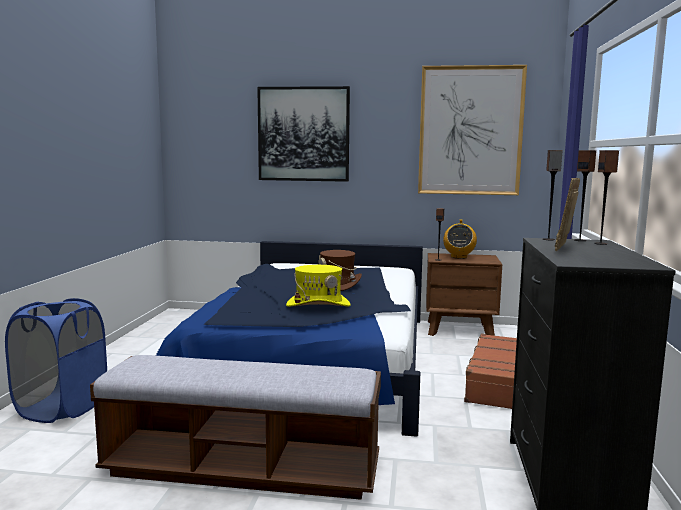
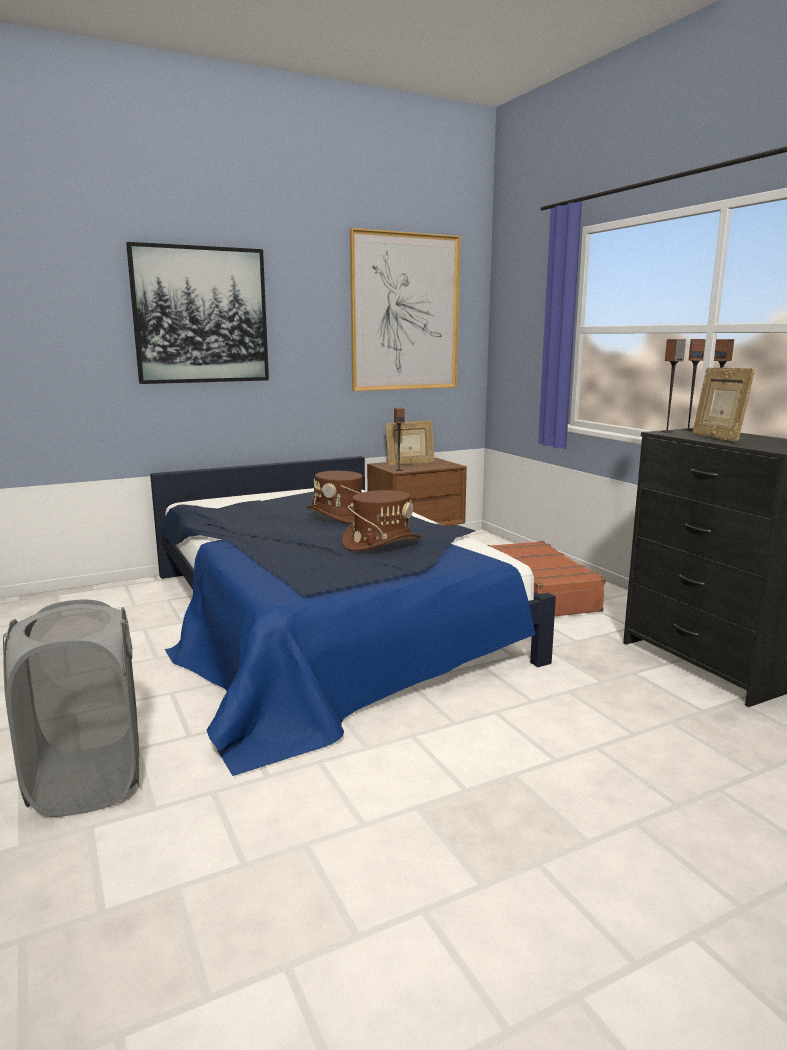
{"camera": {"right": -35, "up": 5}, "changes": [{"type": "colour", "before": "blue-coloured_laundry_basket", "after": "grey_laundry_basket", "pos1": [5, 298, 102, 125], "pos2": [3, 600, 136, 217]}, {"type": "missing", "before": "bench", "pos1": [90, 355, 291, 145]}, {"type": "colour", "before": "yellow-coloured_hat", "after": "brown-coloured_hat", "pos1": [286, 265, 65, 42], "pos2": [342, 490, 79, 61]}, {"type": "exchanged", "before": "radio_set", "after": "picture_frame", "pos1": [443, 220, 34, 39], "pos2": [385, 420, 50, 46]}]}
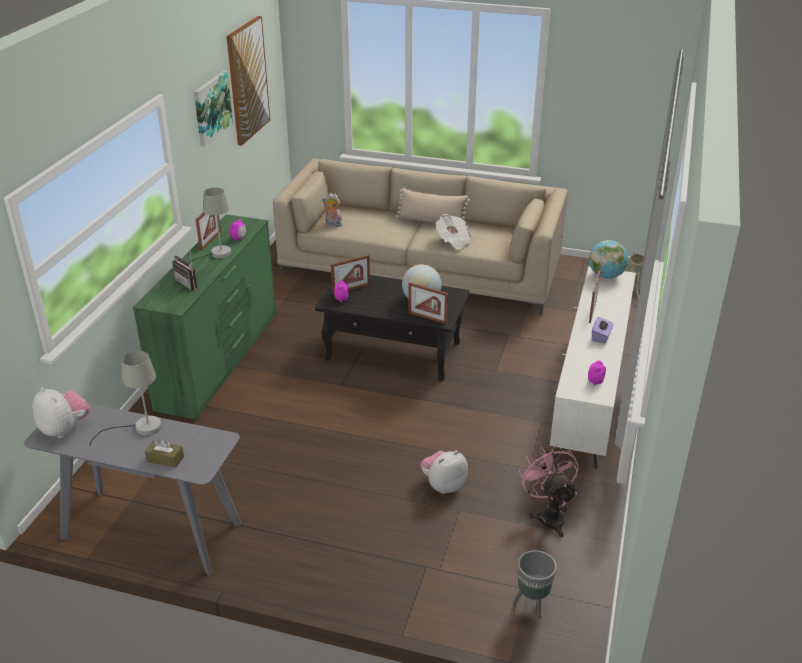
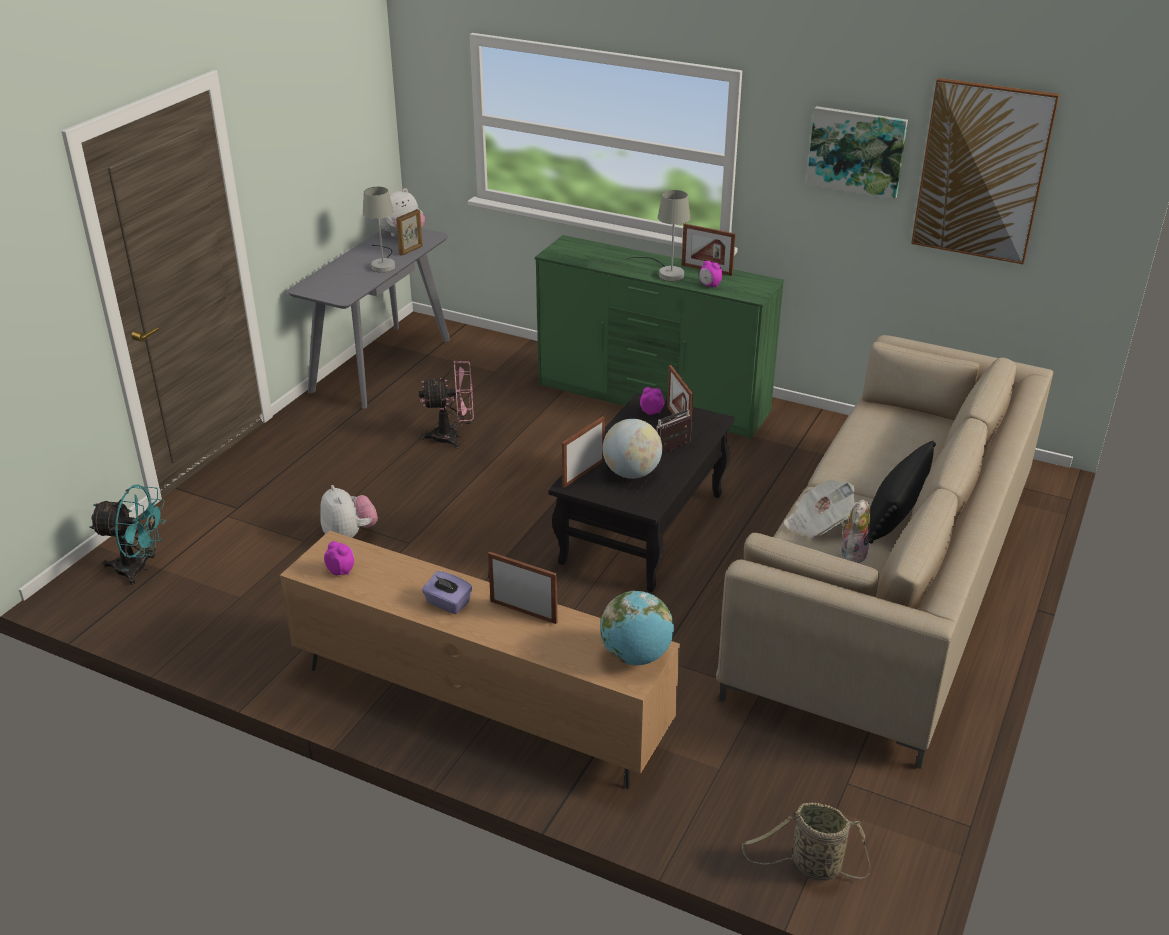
{"camera": {"right": 100, "up": 0}, "changes": [{"type": "missing", "before": "brown-coloured_tissue_holder", "pos1": [145, 439, 39, 29]}, {"type": "relocated", "before": "radio_set", "pos1": [172, 251, 25, 39], "pos2": [655, 409, 37, 44]}, {"type": "relocated", "before": "cuddly_toy", "pos1": [322, 193, 23, 34], "pos2": [841, 499, 30, 64]}, {"type": "colour", "before": "beige_throw_pillow", "after": "blackish_throw_pillow", "pos1": [396, 187, 74, 36], "pos2": [869, 441, 67, 103]}, {"type": "exchanged", "before": "grey_plant_pot", "after": "turquoise_fan", "pos1": [514, 550, 43, 69], "pos2": [89, 485, 77, 100]}, {"type": "relocated", "before": "pinkish_fan", "pos1": [519, 444, 59, 94], "pos2": [419, 360, 55, 88]}, {"type": "colour", "before": "white-coloured_tv_stand", "after": "brown-coloured_tv_stand", "pos1": [550, 266, 86, 203], "pos2": [280, 530, 400, 259]}, {"type": "appeared", "after": "picture_frame", "pos2": [396, 209, 27, 47]}]}
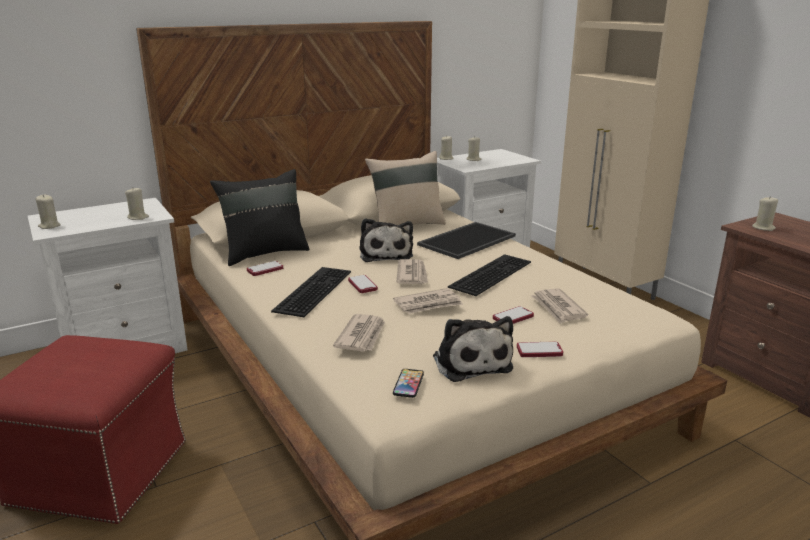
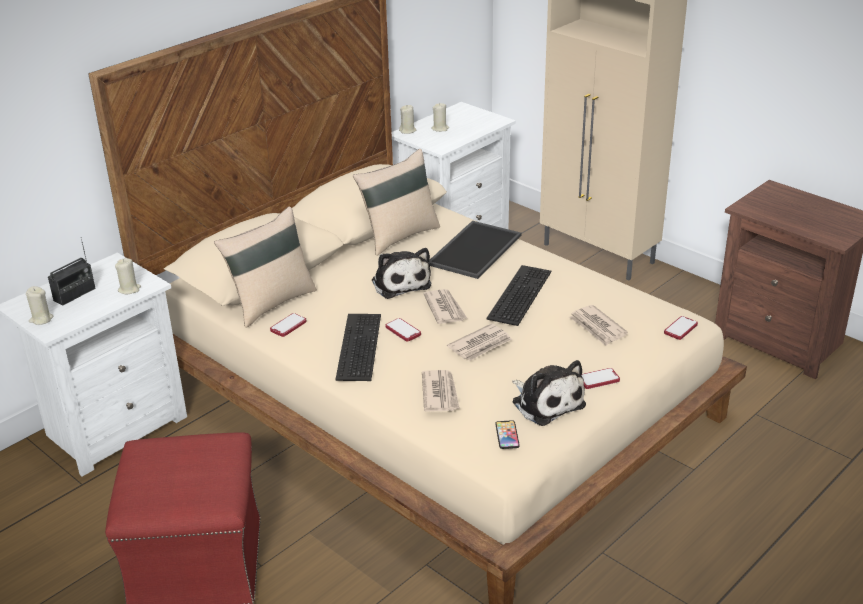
{"camera": {"right": -15, "up": 10}, "changes": [{"type": "colour", "before": "blackish_throw_pillow", "after": "beige_throw_pillow", "pos1": [210, 169, 100, 97], "pos2": [214, 207, 103, 121]}, {"type": "relocated", "before": "phone", "pos1": [493, 306, 41, 18], "pos2": [664, 316, 34, 24]}, {"type": "missing", "before": "beige_wax_candle", "pos1": [752, 196, 26, 35]}, {"type": "appeared", "after": "radio_set", "pos2": [48, 237, 48, 69]}]}
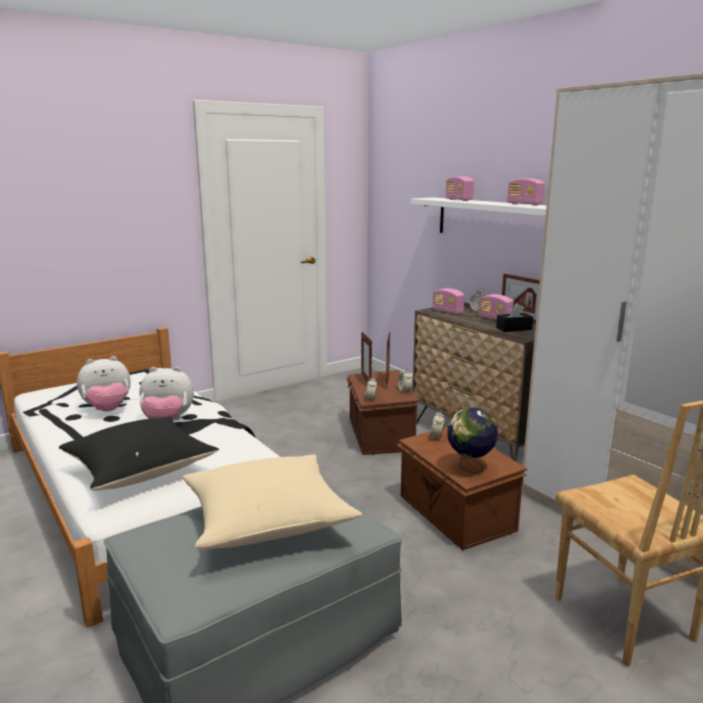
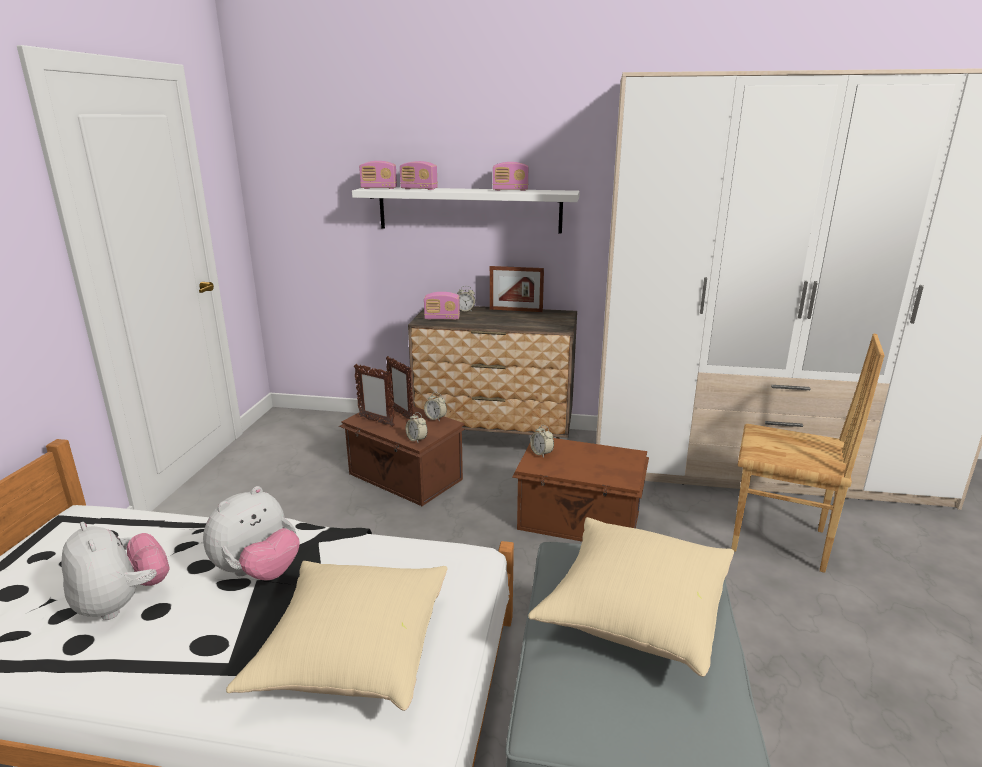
{"camera": {"right": -45, "up": 5}, "changes": [{"type": "colour", "before": "blackish_throw_pillow", "after": "beige_throw_pillow", "pos1": [59, 417, 160, 74], "pos2": [226, 561, 222, 150]}, {"type": "spun", "before": "cuddly_toy", "pos1": [77, 356, 54, 56], "pos2": [62, 522, 108, 98], "turn": -60}, {"type": "missing", "before": "desk_globe", "pos1": [447, 408, 51, 65]}, {"type": "relocated", "before": "radio_set", "pos1": [479, 294, 35, 26], "pos2": [359, 161, 38, 28]}, {"type": "missing", "before": "blackish_tissue_holder", "pos1": [496, 303, 37, 29]}]}
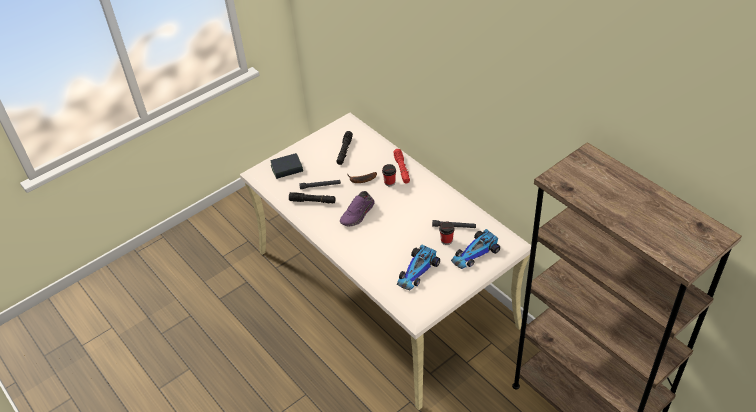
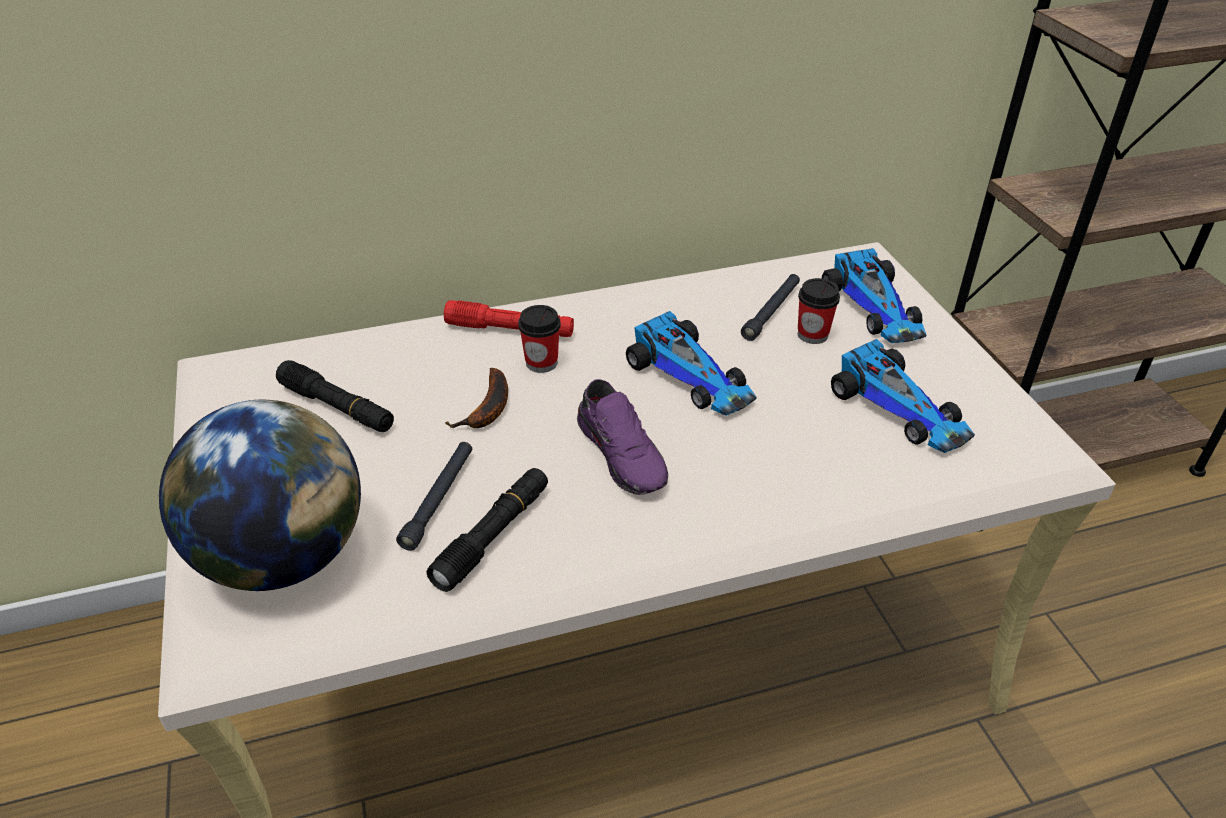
{"camera": {"right": -70, "up": -5}, "changes": [{"type": "exchanged", "before": "bound_book", "after": "desk_globe", "pos1": [270, 153, 33, 26], "pos2": [159, 400, 202, 191]}, {"type": "appeared", "after": "toy_car", "pos2": [626, 311, 131, 105]}]}
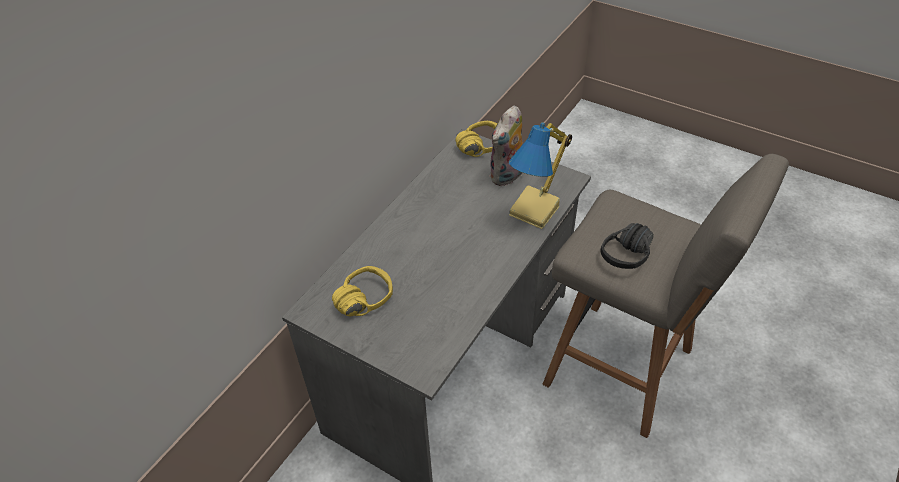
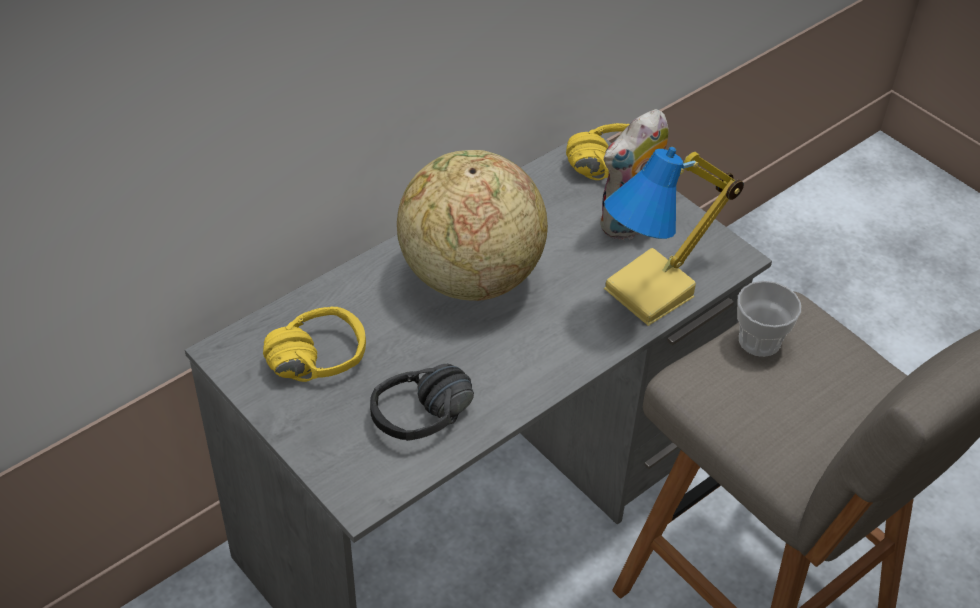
{"camera": {"right": 15, "up": 0}, "changes": [{"type": "relocated", "before": "blackish_pair_of_headphones", "pos1": [601, 223, 53, 46], "pos2": [370, 364, 104, 77]}, {"type": "appeared", "after": "desk_globe", "pos2": [397, 150, 151, 151]}, {"type": "appeared", "after": "small_cup", "pos2": [737, 281, 64, 76]}]}
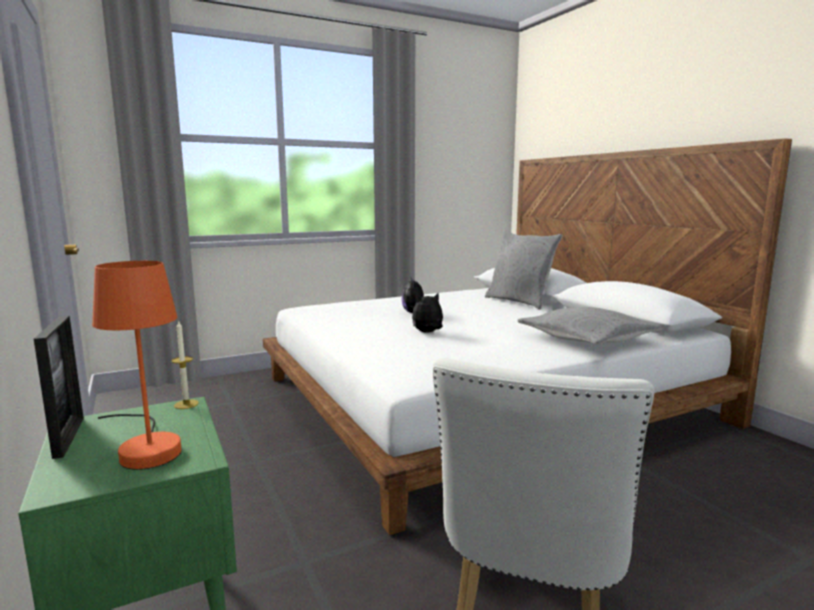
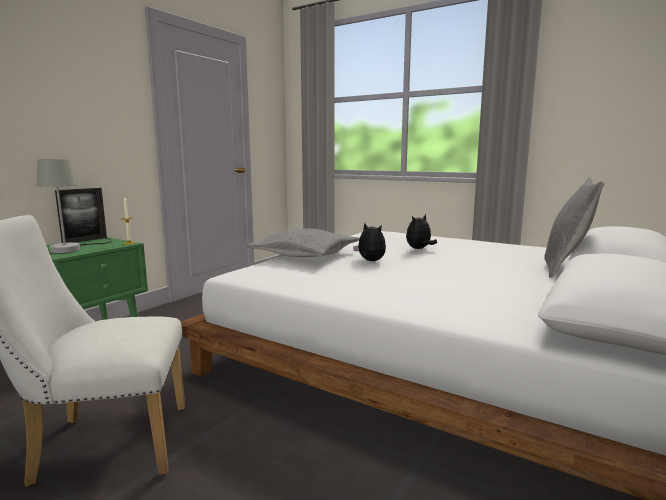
{"camera": {"right": 60, "up": 0}, "changes": [{"type": "colour", "before": "orange-coloured_tabletop_lamp", "after": "grey_tabletop_lamp", "pos1": [92, 261, 89, 209], "pos2": [36, 159, 76, 94]}, {"type": "relocated", "before": "grey_throw_pillow", "pos1": [517, 307, 146, 38], "pos2": [246, 228, 114, 29]}]}
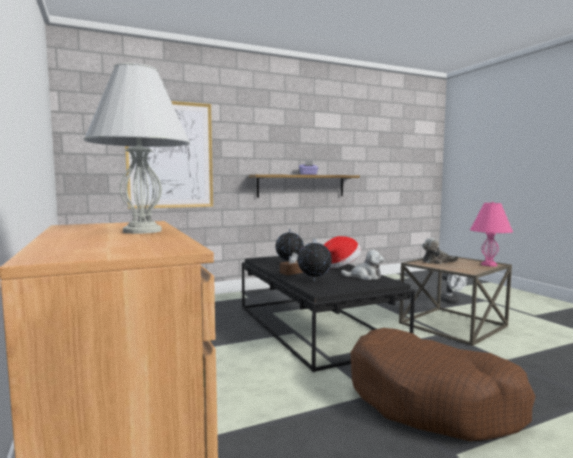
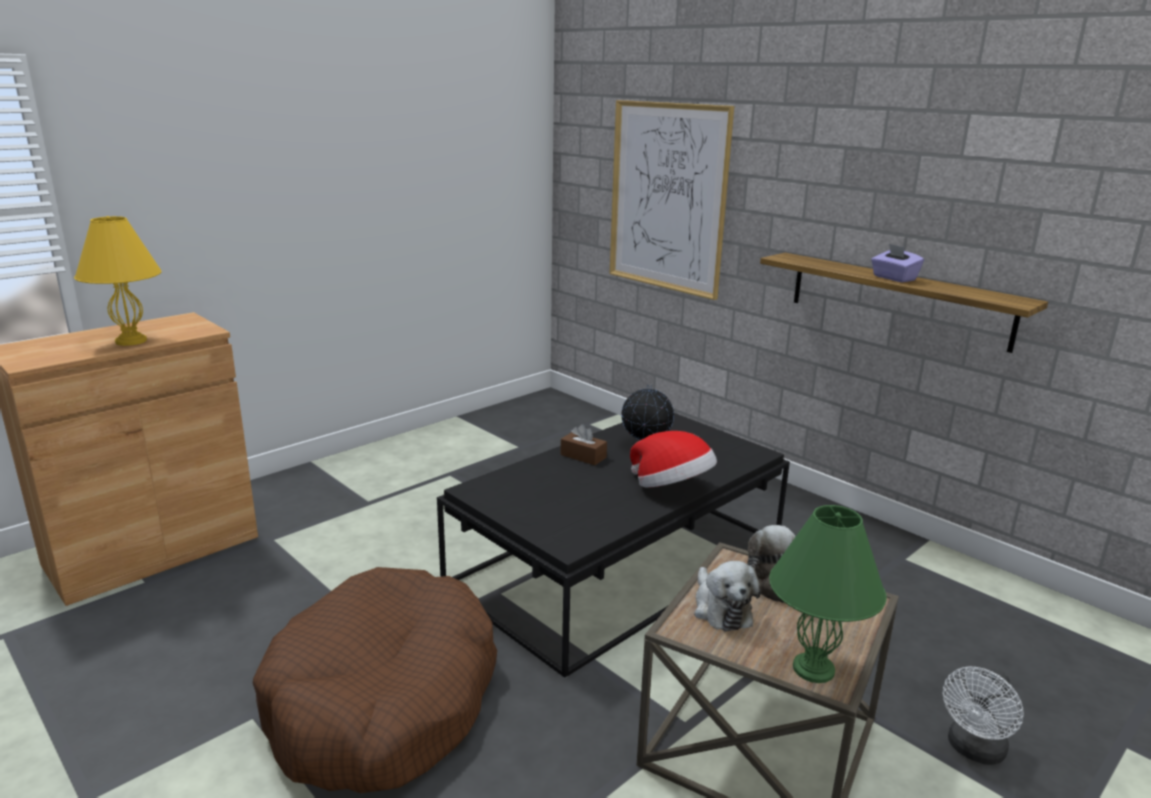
{"camera": {"right": 70, "up": 15}, "changes": [{"type": "colour", "before": "white-coloured_tabletop_lamp", "after": "yellow-coloured_tabletop_lamp", "pos1": [83, 63, 107, 171], "pos2": [74, 216, 88, 130]}, {"type": "missing", "before": "desk_globe", "pos1": [298, 239, 34, 41]}, {"type": "relocated", "before": "cuddly_toy", "pos1": [341, 250, 43, 30], "pos2": [694, 561, 67, 71]}, {"type": "colour", "before": "pinkish_tabletop_lamp", "after": "green_tabletop_lamp", "pos1": [470, 202, 43, 65], "pos2": [769, 505, 118, 178]}]}
